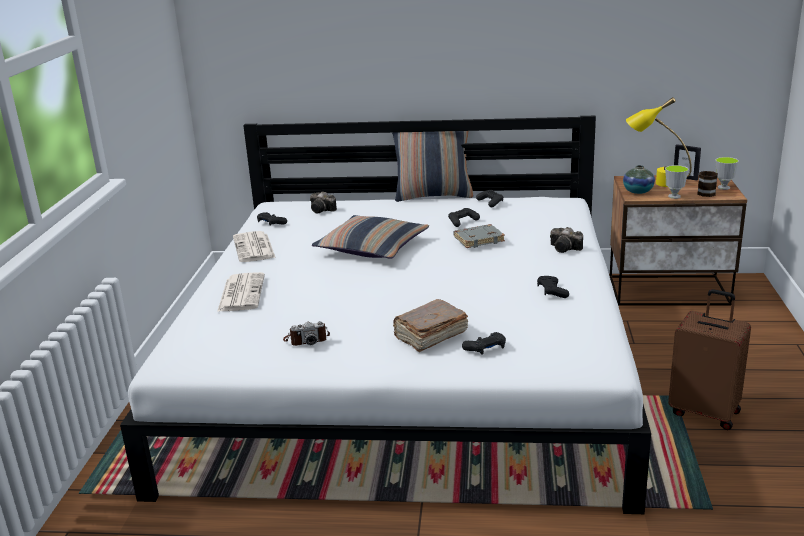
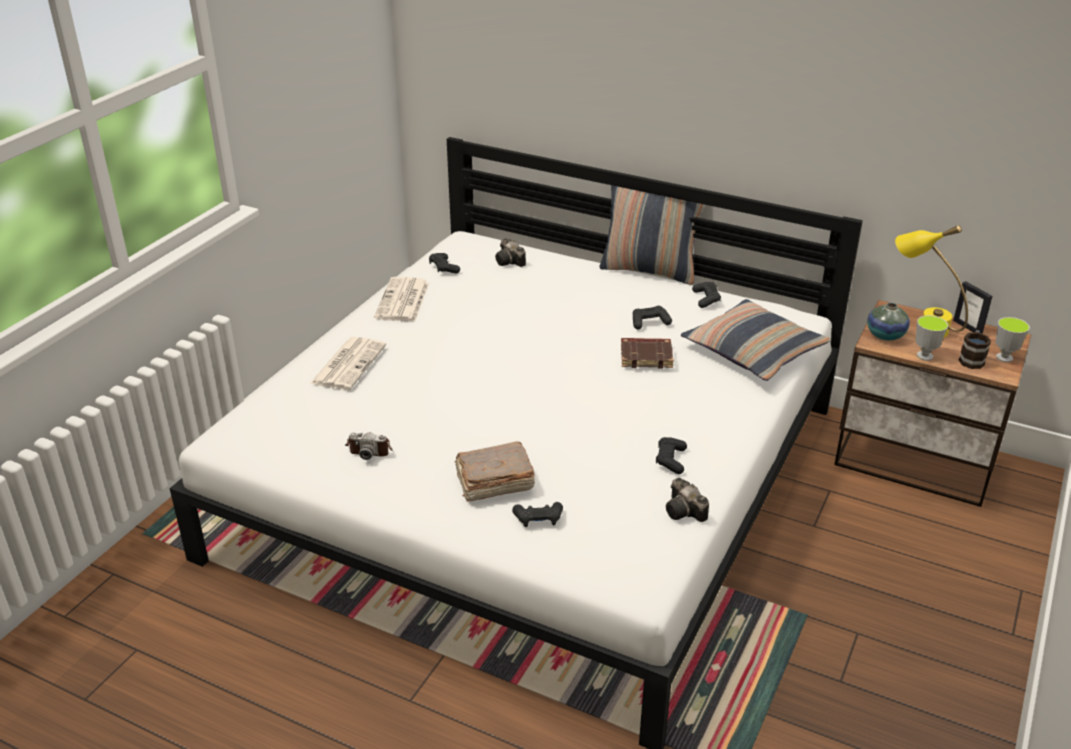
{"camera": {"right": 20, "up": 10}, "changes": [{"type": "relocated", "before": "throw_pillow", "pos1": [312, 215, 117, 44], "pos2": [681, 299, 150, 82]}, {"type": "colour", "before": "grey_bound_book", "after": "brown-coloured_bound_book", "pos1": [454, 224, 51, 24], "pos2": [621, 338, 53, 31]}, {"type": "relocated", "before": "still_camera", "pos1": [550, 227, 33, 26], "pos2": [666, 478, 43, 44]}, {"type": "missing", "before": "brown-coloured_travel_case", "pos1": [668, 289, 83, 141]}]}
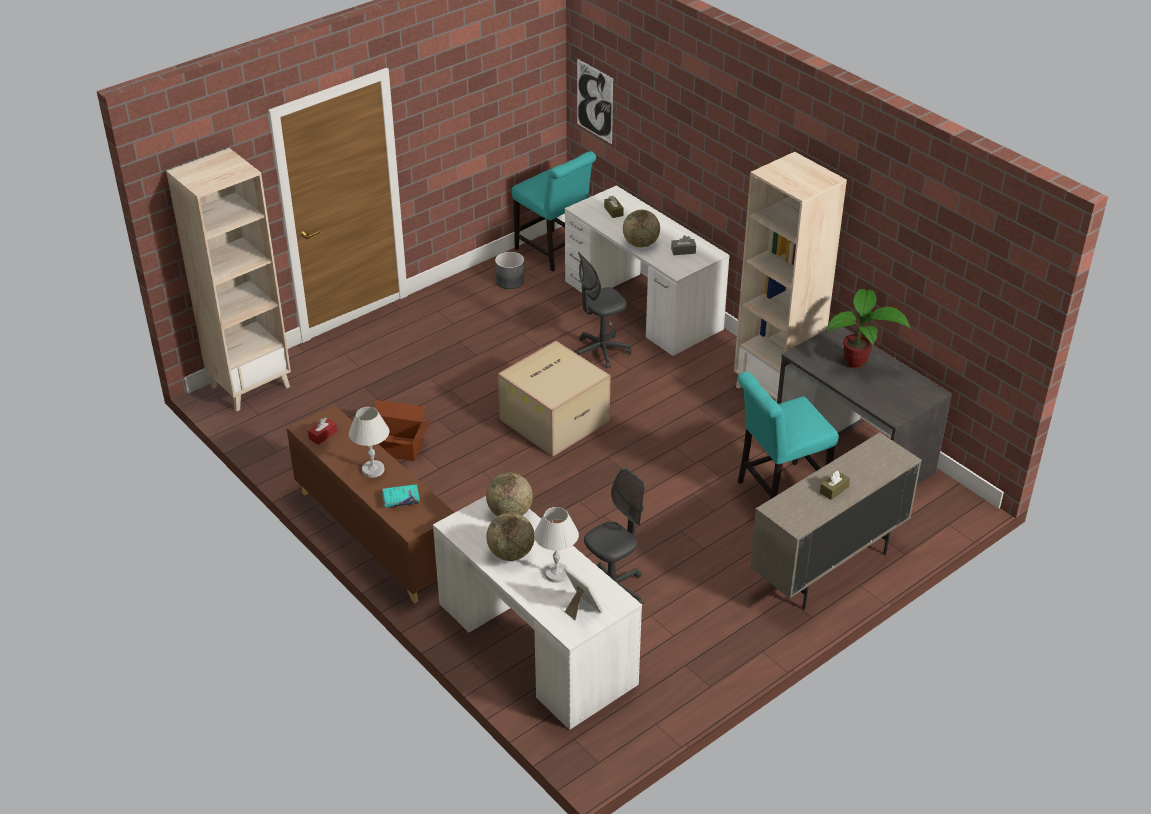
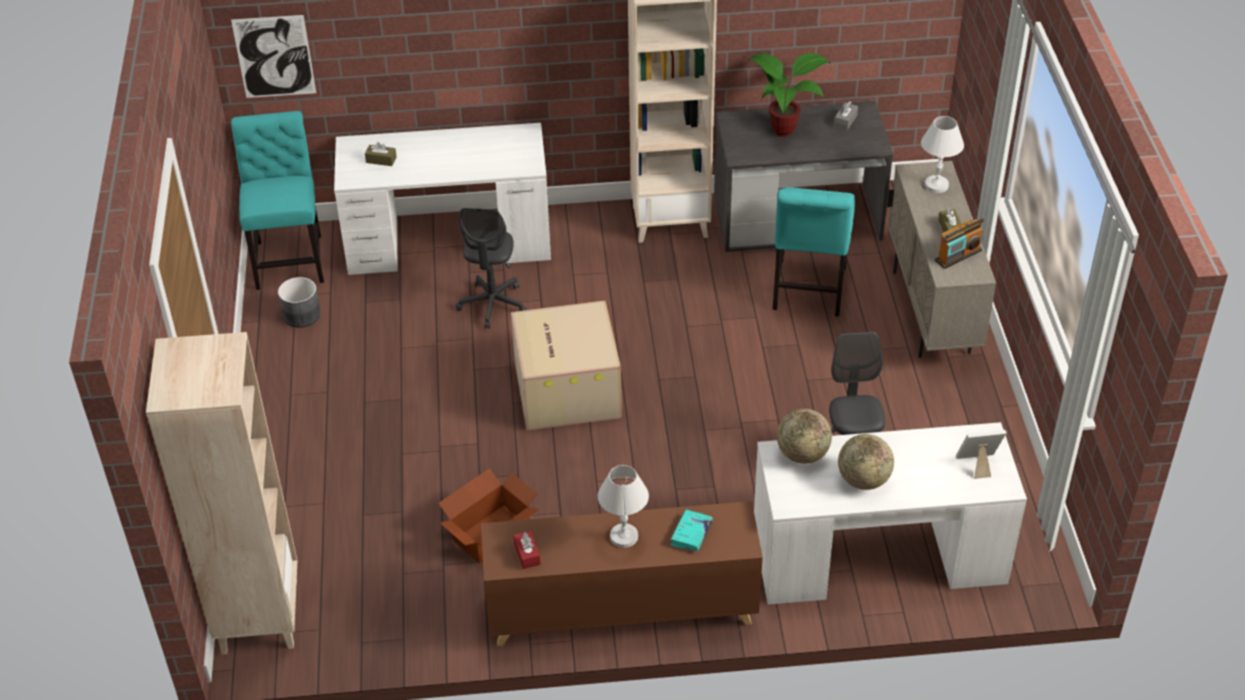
{"camera": {"right": -55, "up": 5}, "changes": [{"type": "spun", "before": "turquoise_chair", "pos1": [512, 151, 84, 121], "pos2": [231, 111, 93, 179], "turn": -90}, {"type": "relocated", "before": "white-coloured_tabletop_lamp", "pos1": [534, 507, 45, 76], "pos2": [921, 116, 43, 77]}, {"type": "missing", "before": "desk_globe", "pos1": [623, 210, 37, 38]}, {"type": "relocated", "before": "grey_tissue_holder", "pos1": [671, 235, 25, 20], "pos2": [834, 101, 24, 29]}, {"type": "appeared", "after": "radio_set", "pos2": [935, 218, 49, 51]}]}
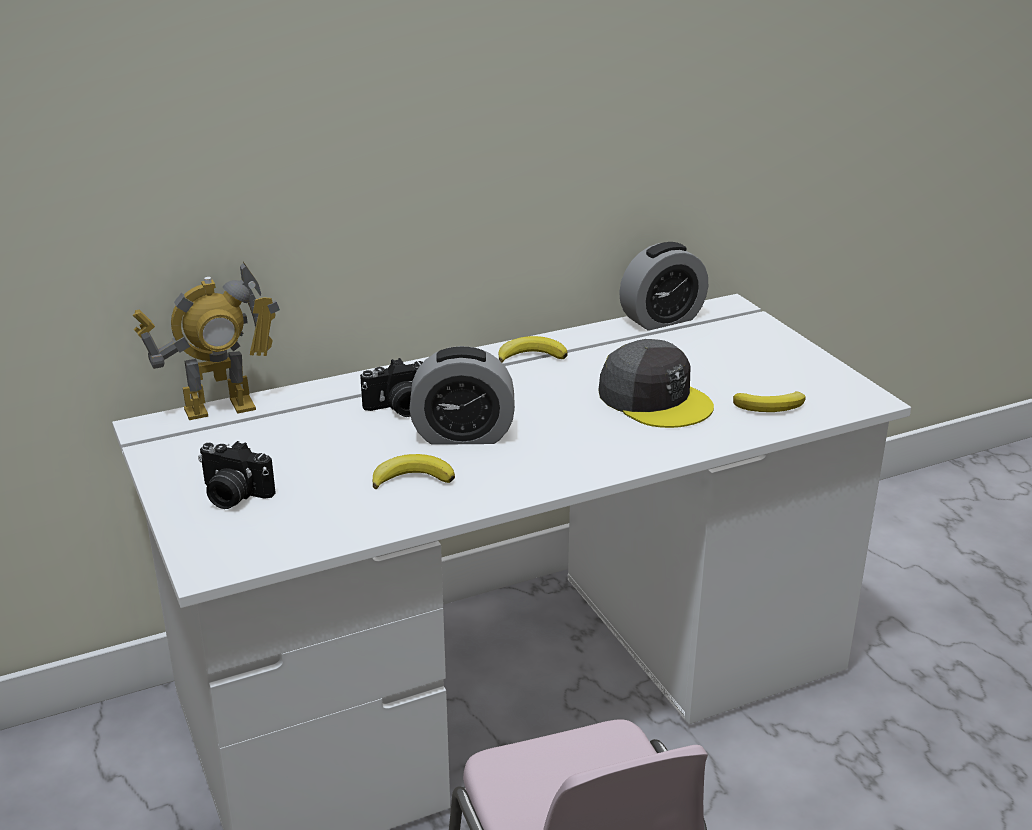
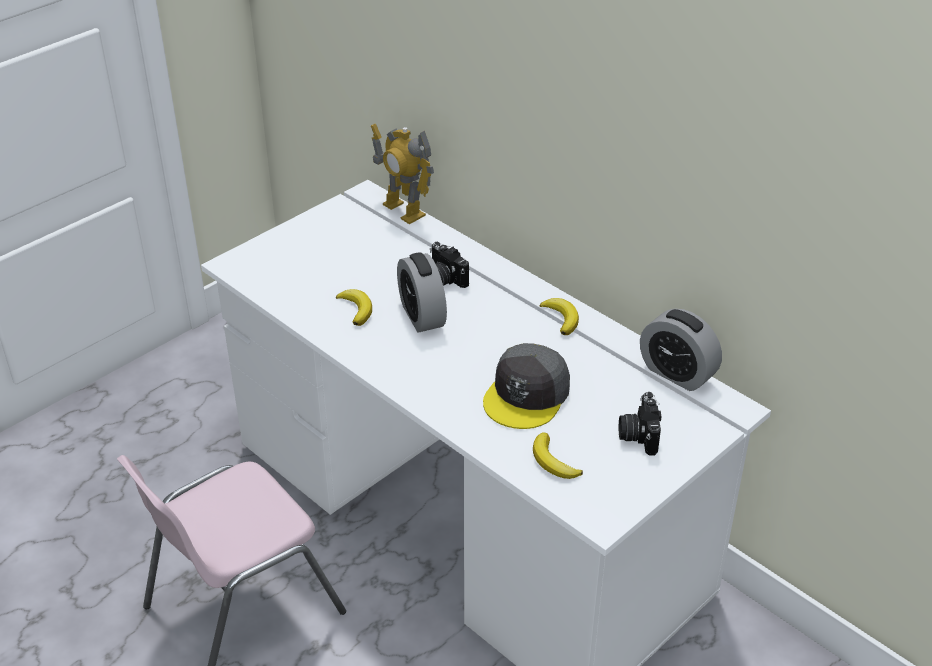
{"camera": {"right": 70, "up": 10}, "changes": [{"type": "relocated", "before": "still_camera", "pos1": [198, 441, 78, 68], "pos2": [619, 392, 42, 63]}]}
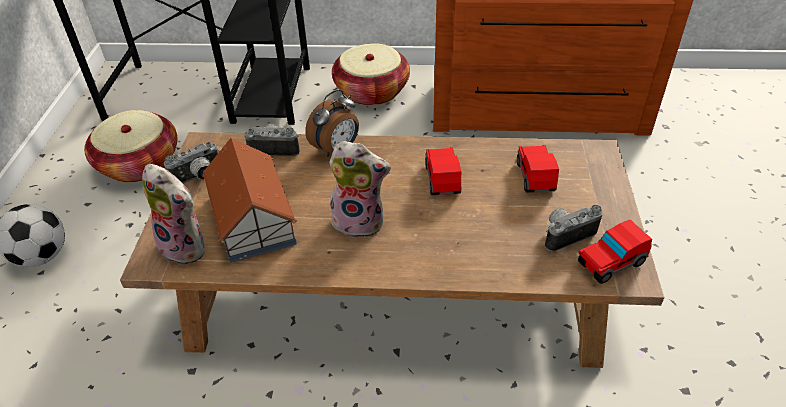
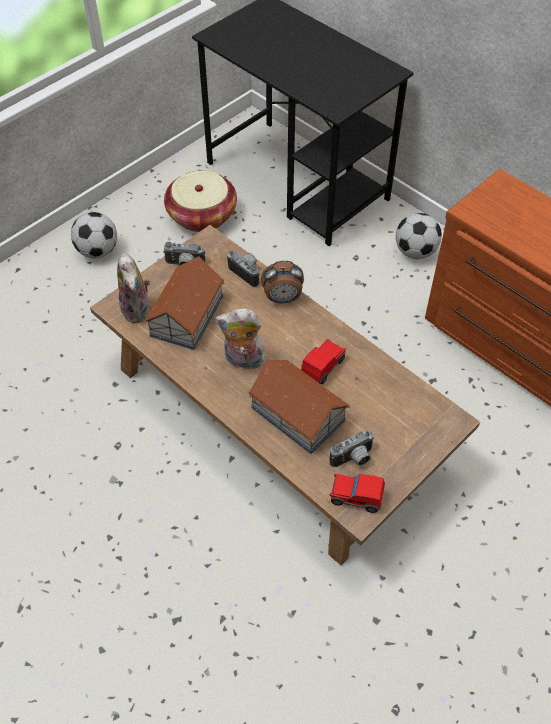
{"camera": {"right": 40, "up": 10}, "changes": [{"type": "spun", "before": "cuddly_toy", "pos1": [328, 141, 63, 97], "pos2": [215, 309, 50, 60], "turn": 135}, {"type": "exchanged", "before": "household_basket", "after": "football", "pos1": [332, 43, 78, 63], "pos2": [396, 213, 46, 46]}, {"type": "missing", "before": "toy_car", "pos1": [517, 145, 42, 47]}, {"type": "spun", "before": "still_camera", "pos1": [545, 205, 58, 47], "pos2": [329, 431, 45, 36], "turn": 135}, {"type": "appeared", "after": "model_house", "pos2": [248, 359, 102, 95]}]}
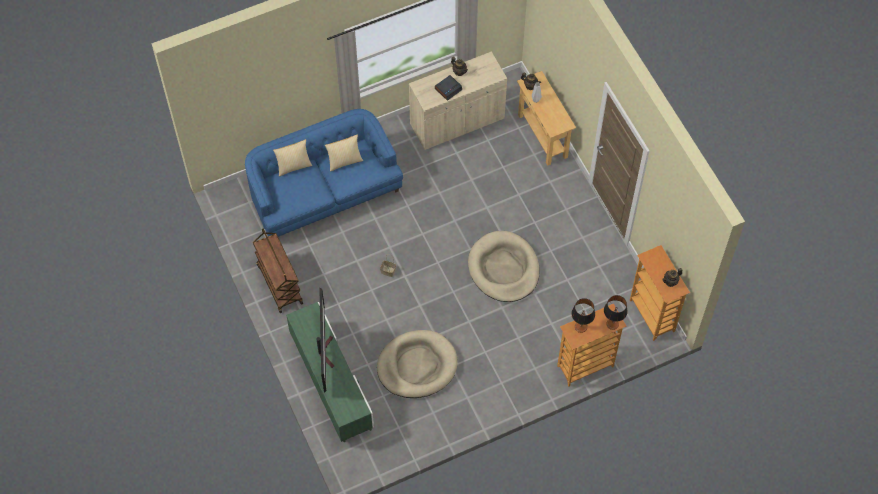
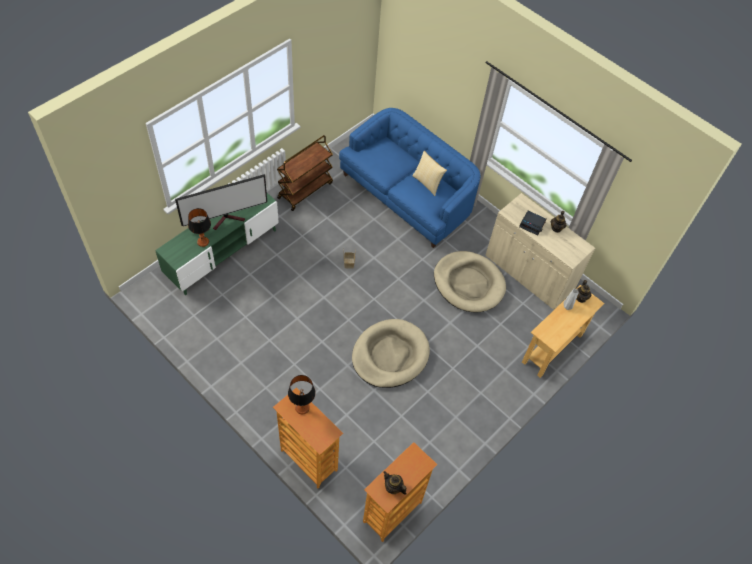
{"camera": {"right": 65, "up": -5}, "changes": [{"type": "missing", "before": "throw_pillow", "pos1": [273, 139, 40, 38]}, {"type": "relocated", "before": "beige_dog_cushion", "pos1": [377, 330, 81, 68], "pos2": [434, 251, 72, 62]}, {"type": "relocated", "before": "tabletop_lamp", "pos1": [604, 295, 24, 35], "pos2": [188, 208, 23, 39]}]}
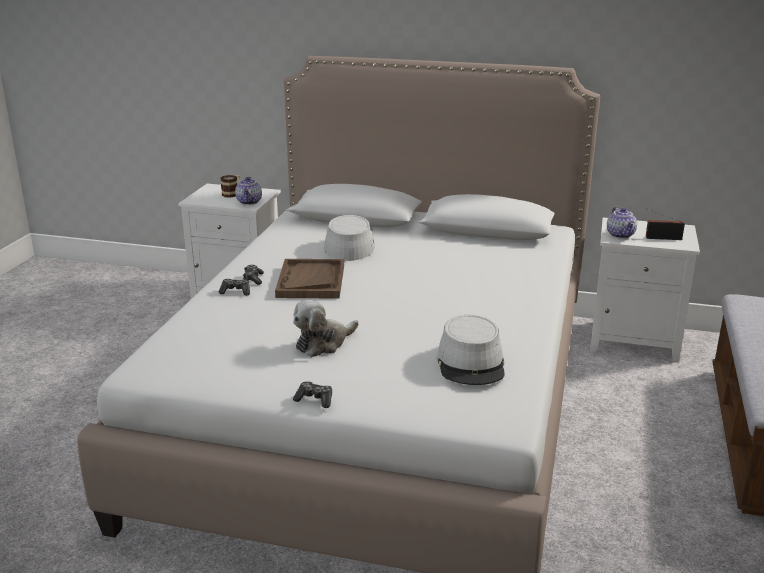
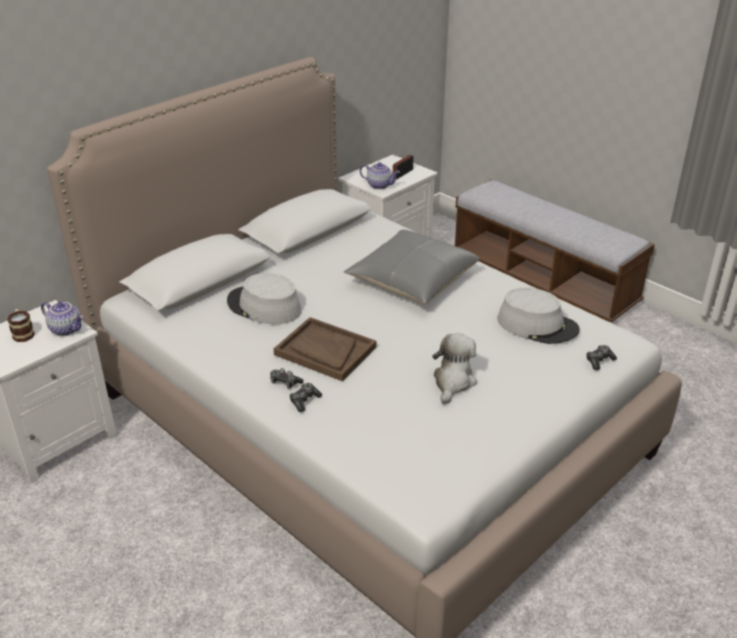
{"camera": {"right": -60, "up": 10}, "changes": [{"type": "spun", "before": "cuddly_toy", "pos1": [293, 300, 66, 57], "pos2": [432, 333, 45, 71], "turn": -150}, {"type": "relocated", "before": "game_controller", "pos1": [293, 382, 39, 26], "pos2": [586, 345, 31, 25]}, {"type": "appeared", "after": "grey_throw_pillow", "pos2": [344, 230, 136, 74]}]}
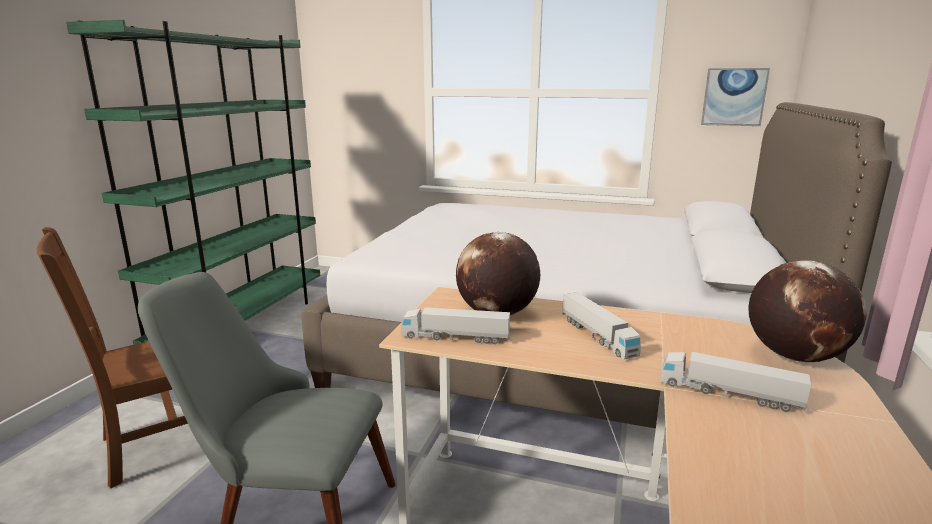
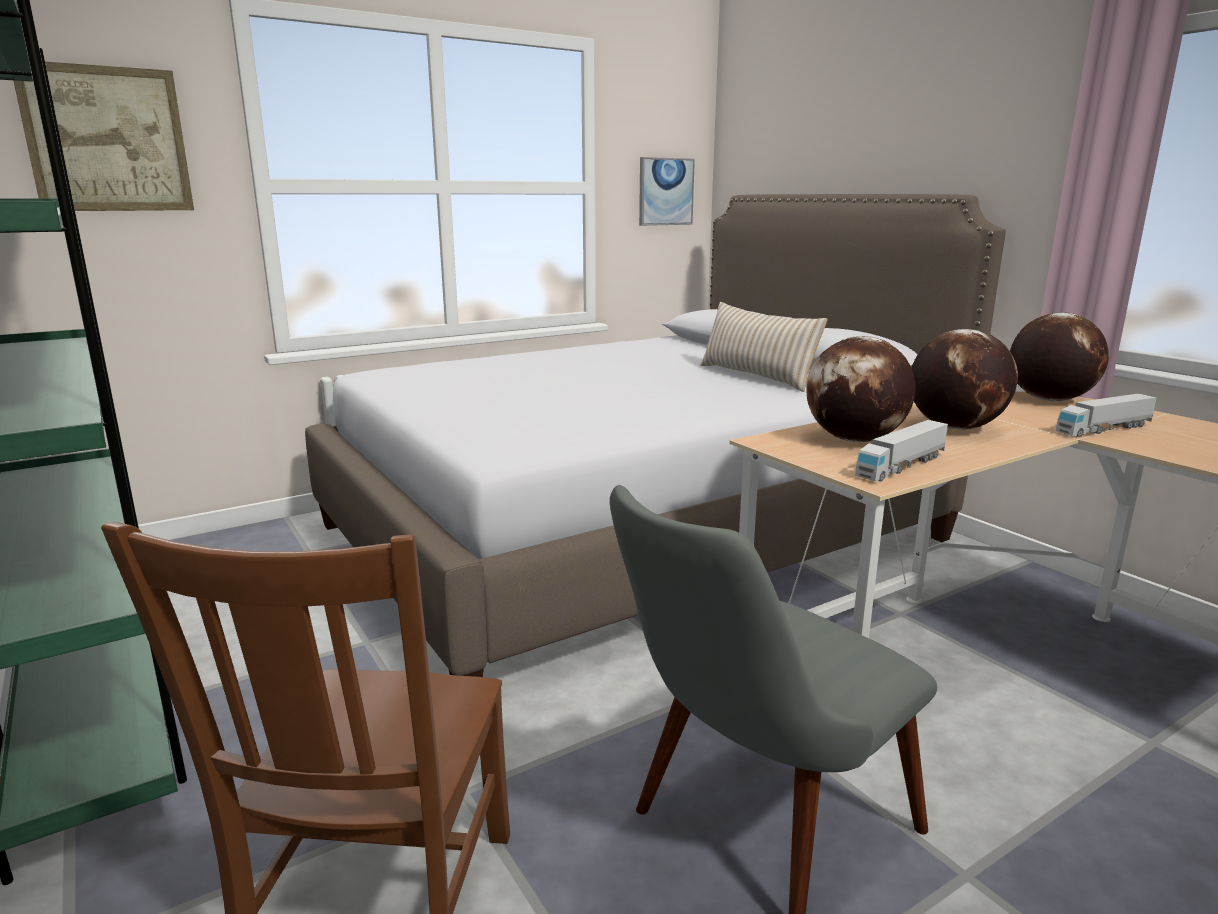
{"camera": {"right": -50, "up": 0}, "changes": [{"type": "exchanged", "before": "toy_truck", "after": "desk_globe", "pos1": [562, 292, 79, 68], "pos2": [911, 329, 107, 101]}, {"type": "appeared", "after": "wall_picture", "pos2": [13, 62, 181, 149]}, {"type": "appeared", "after": "beige_throw_pillow", "pos2": [700, 302, 128, 90]}]}
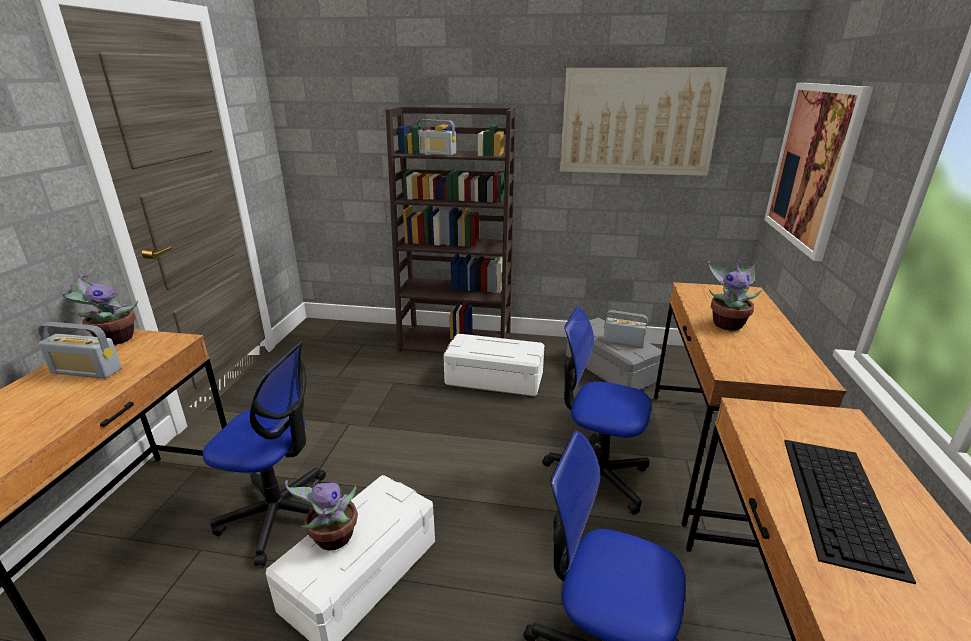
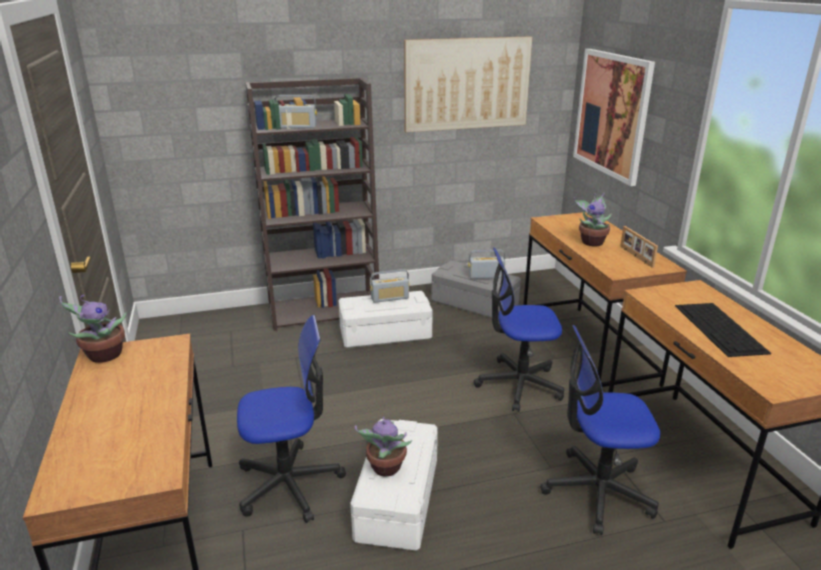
{"camera": {"right": -25, "up": 0}, "changes": [{"type": "relocated", "before": "radio_set", "pos1": [38, 322, 84, 57], "pos2": [370, 269, 40, 34]}, {"type": "appeared", "after": "picture_frame", "pos2": [620, 226, 38, 42]}]}
